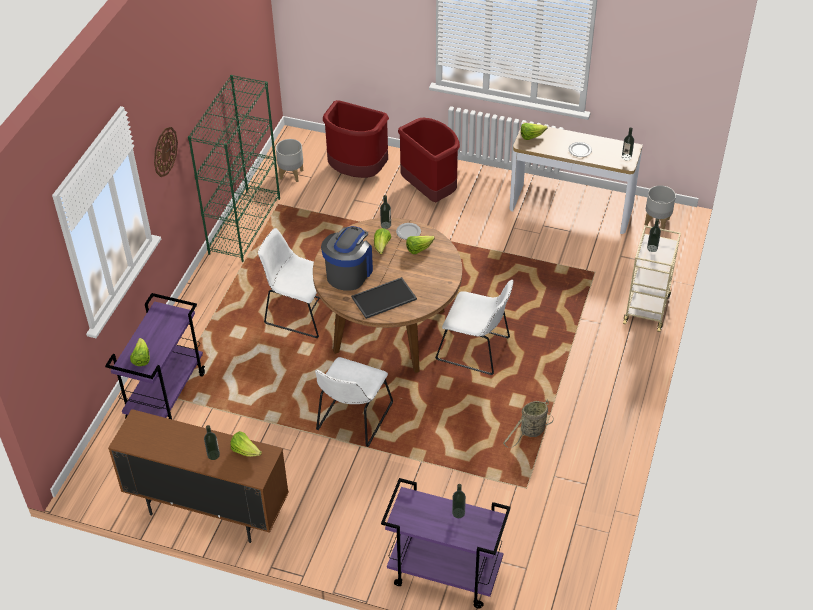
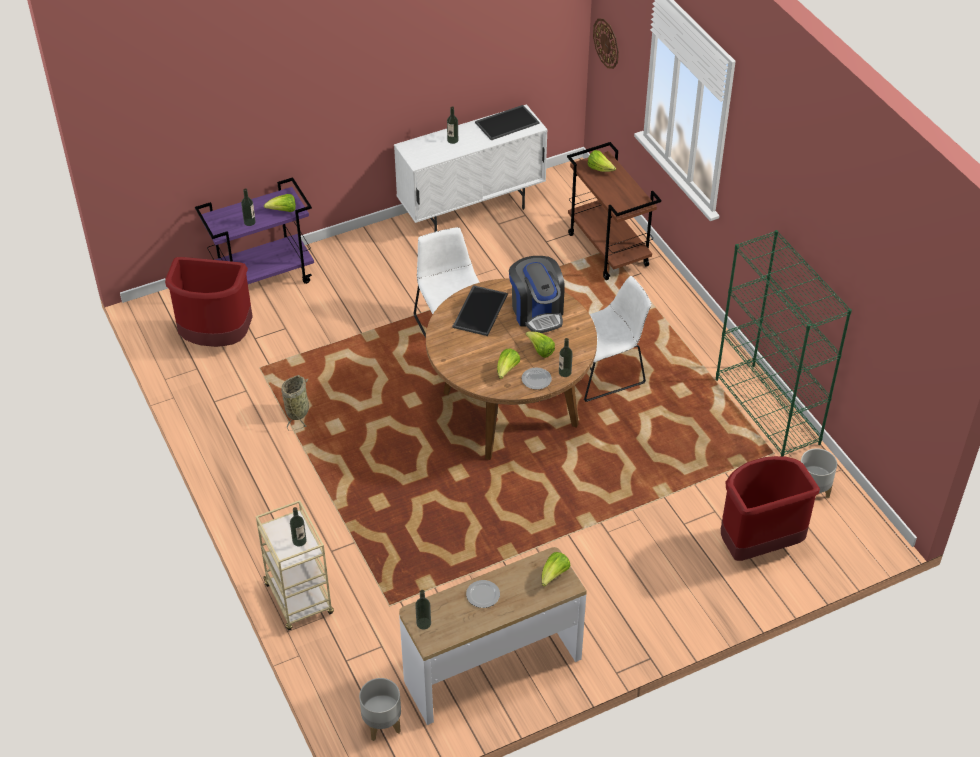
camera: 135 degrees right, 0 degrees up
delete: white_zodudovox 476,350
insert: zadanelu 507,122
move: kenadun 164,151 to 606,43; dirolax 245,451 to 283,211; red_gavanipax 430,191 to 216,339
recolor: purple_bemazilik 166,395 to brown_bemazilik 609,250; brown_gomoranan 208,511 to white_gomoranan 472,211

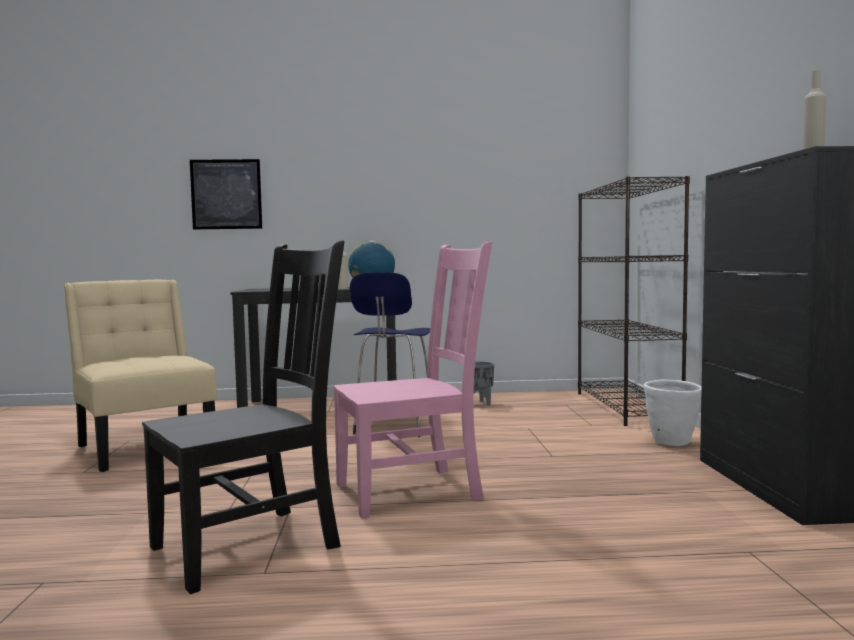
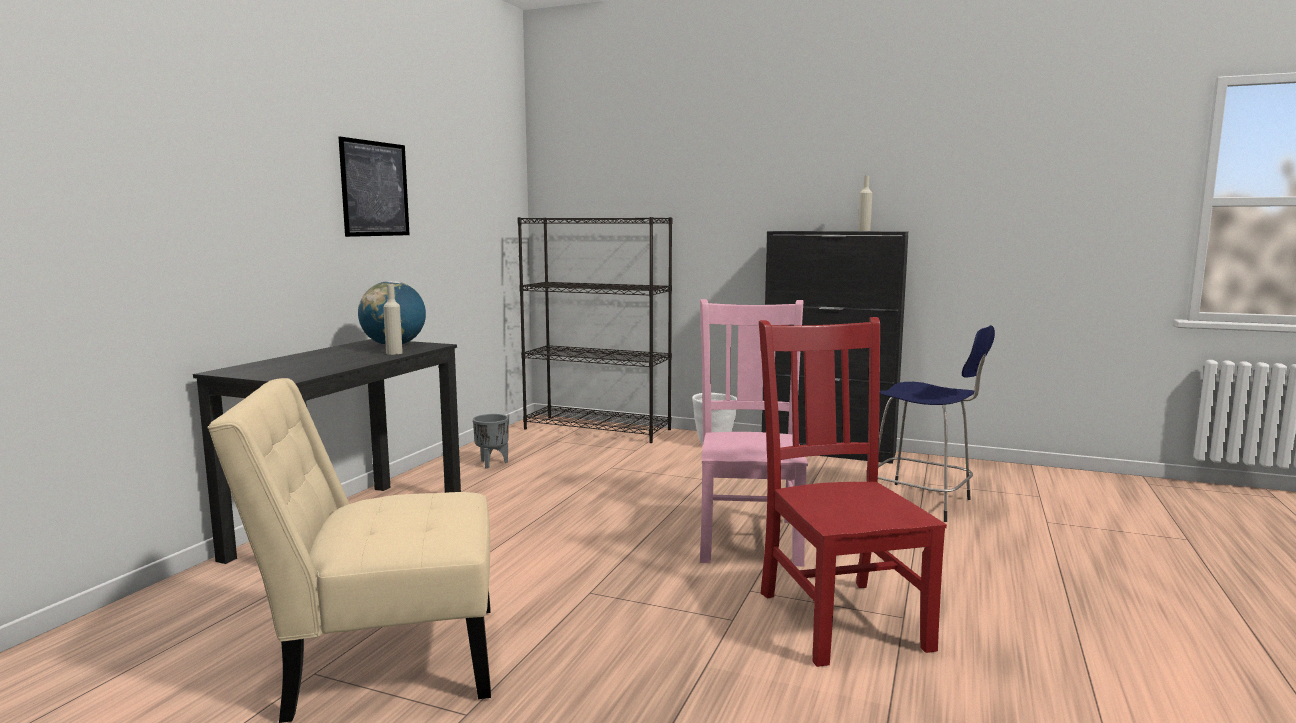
camera: 65 degrees left, 5 degrees up
move: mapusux 226,194 to 375,189; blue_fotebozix 394,428 to 923,503
recolor: black_zodudovox 252,545 to red_zodudovox 840,617

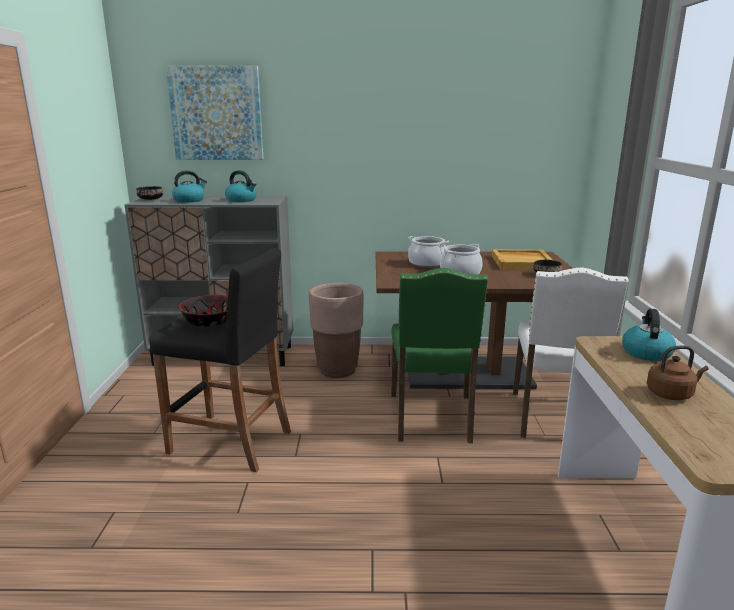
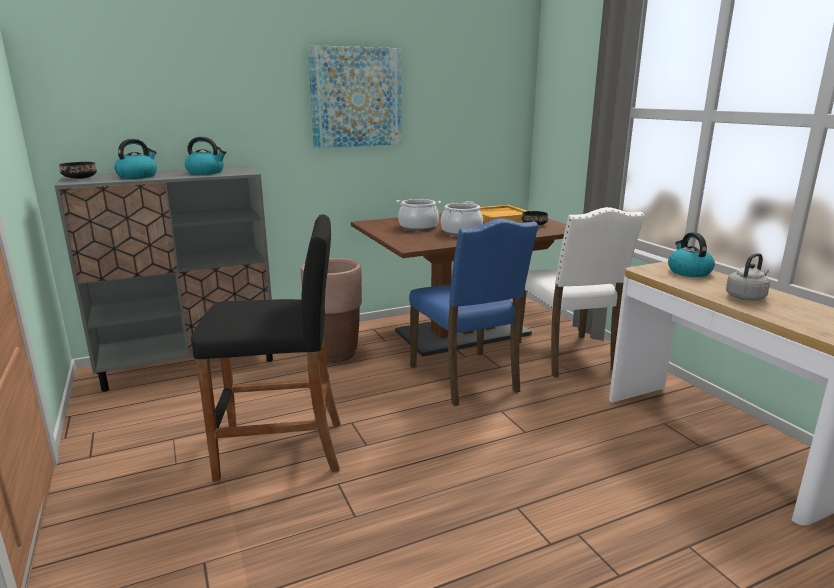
camera: 25 degrees left, 0 degrees up
delete: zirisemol 210,321
move: mapusux 216,113 to 356,97
recolor: green_zodudovox 432,418 to blue_zodudovox 467,379; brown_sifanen 671,394 to grey_sifanen 746,297

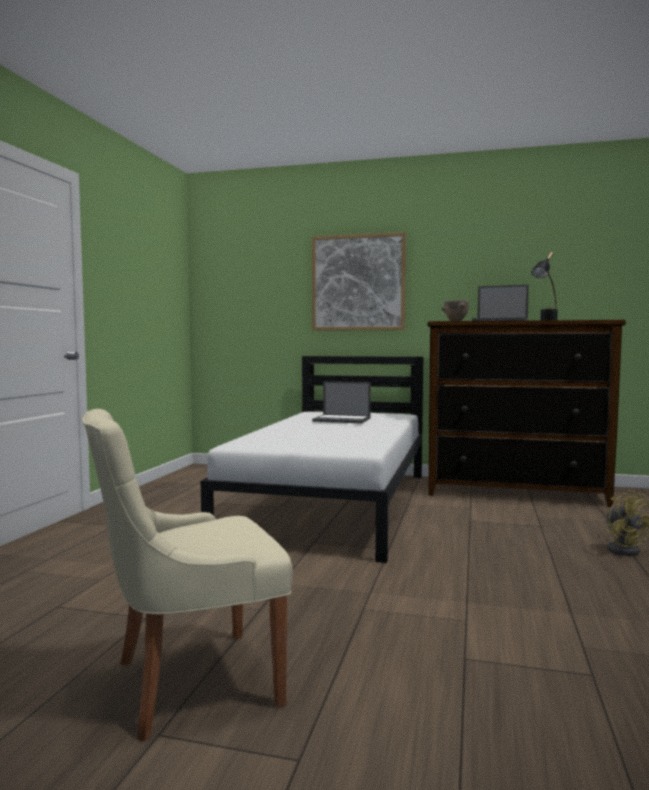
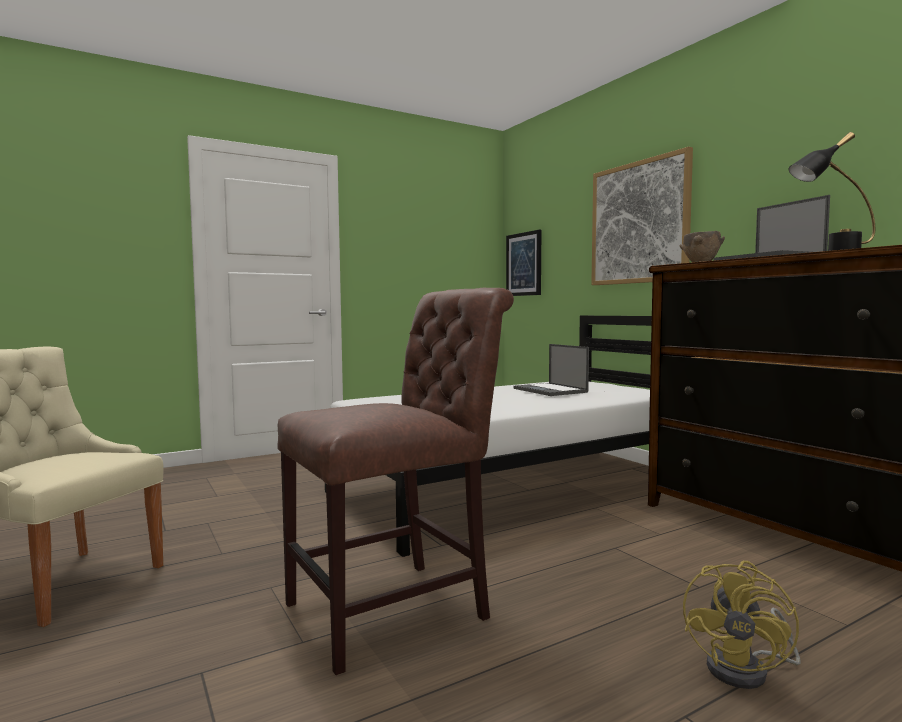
camera: 45 degrees right, 0 degrees up
insert: brown_zodudovox 397,608; mapusux 524,264

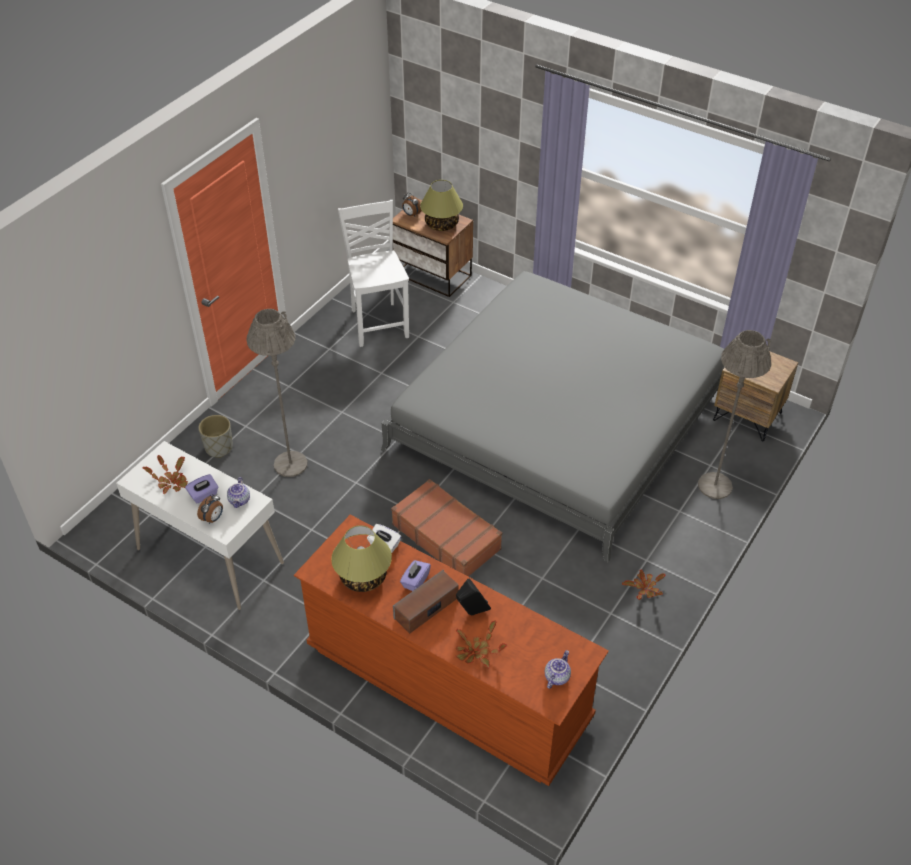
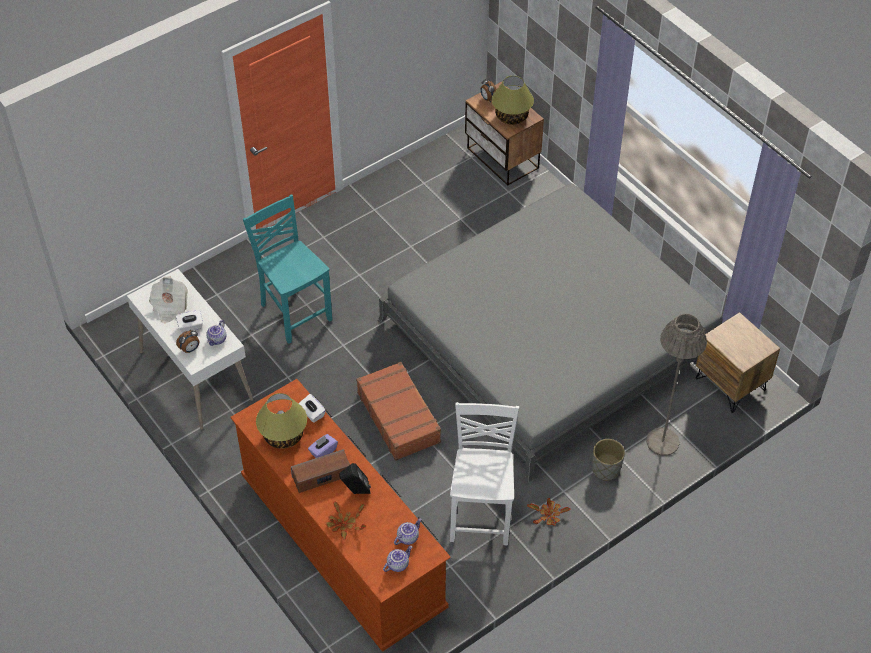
camera: 20 degrees right, 5 degrees up
insert: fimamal 407,537
move: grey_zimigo 219,447 to 606,469; white_zodudovox 378,323 to 481,514
replace: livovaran 171,482 to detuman 170,307; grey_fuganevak 290,464 to turquoise_zodudovox 294,312
recolor: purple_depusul 203,495 to white_depusul 191,326

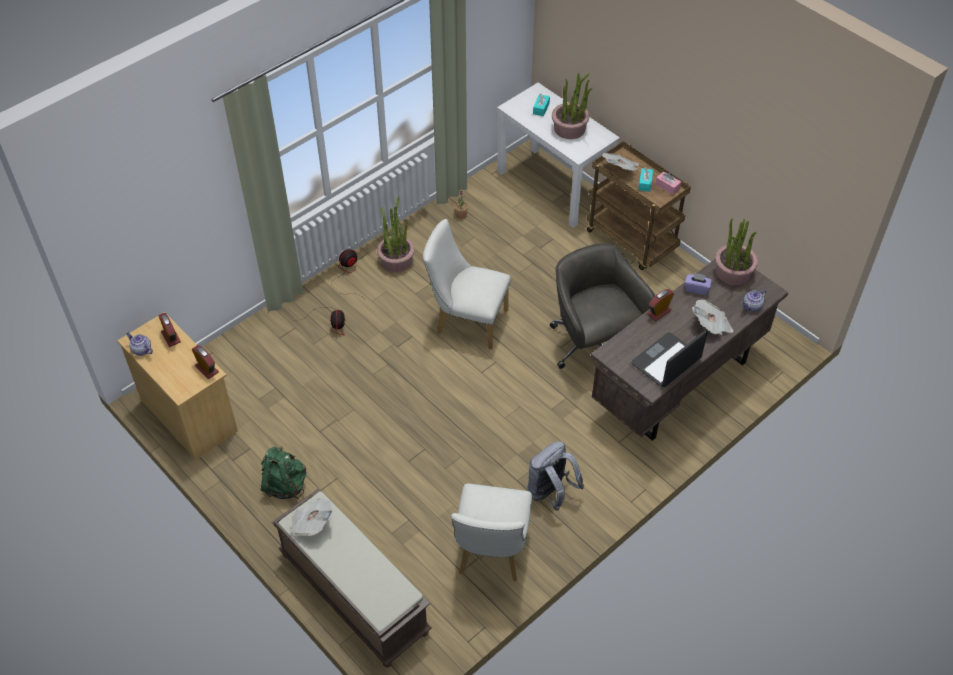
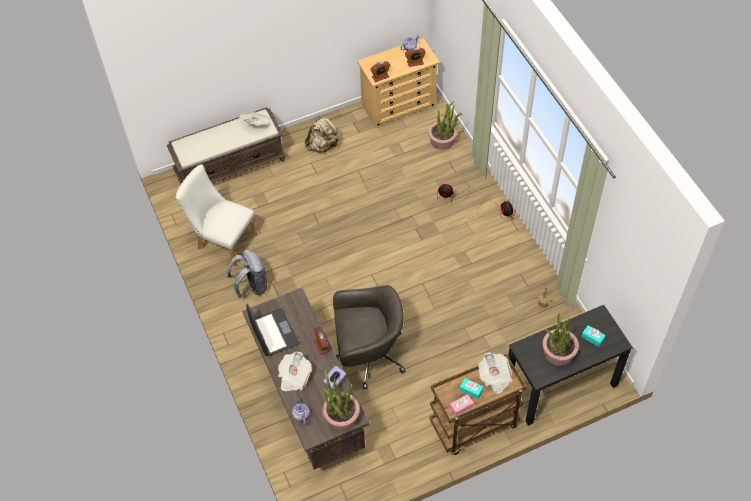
camera: 110 degrees right, 5 degrees up
delete: white_zodudovox 466,321
move: livovaran 396,260 to 442,140
recolor: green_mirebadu 285,485 to beige_mirebadu 323,145; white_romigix 553,187 to black_romigix 560,385

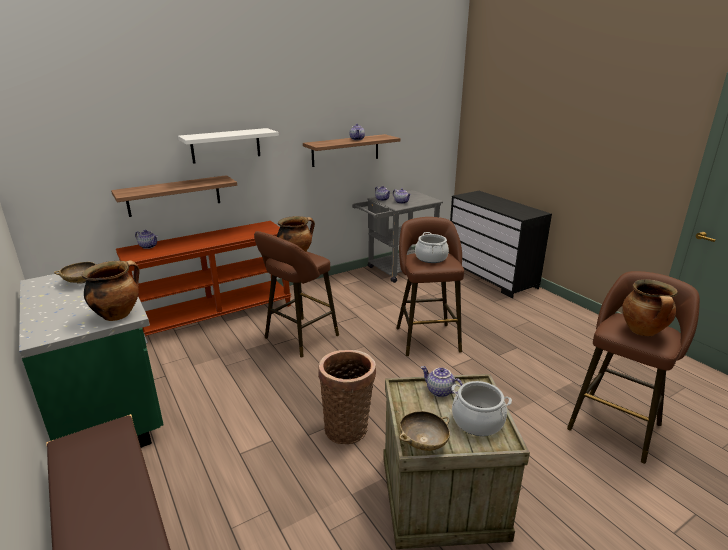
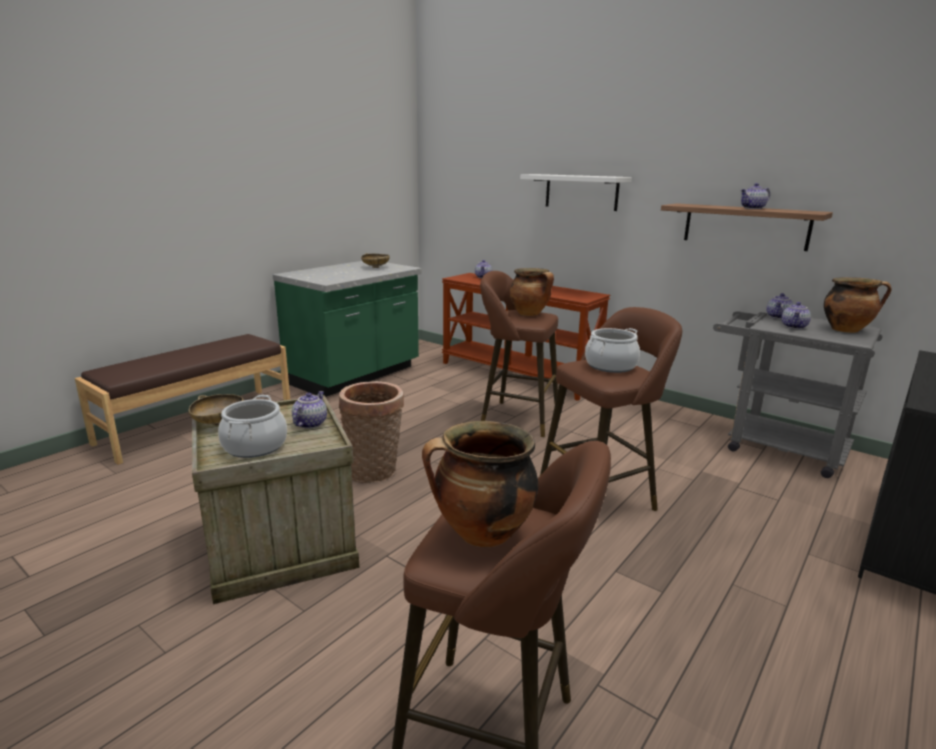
camera: 70 degrees right, 5 degrees down
delete: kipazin 174,196
move: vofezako 118,314 to 847,330

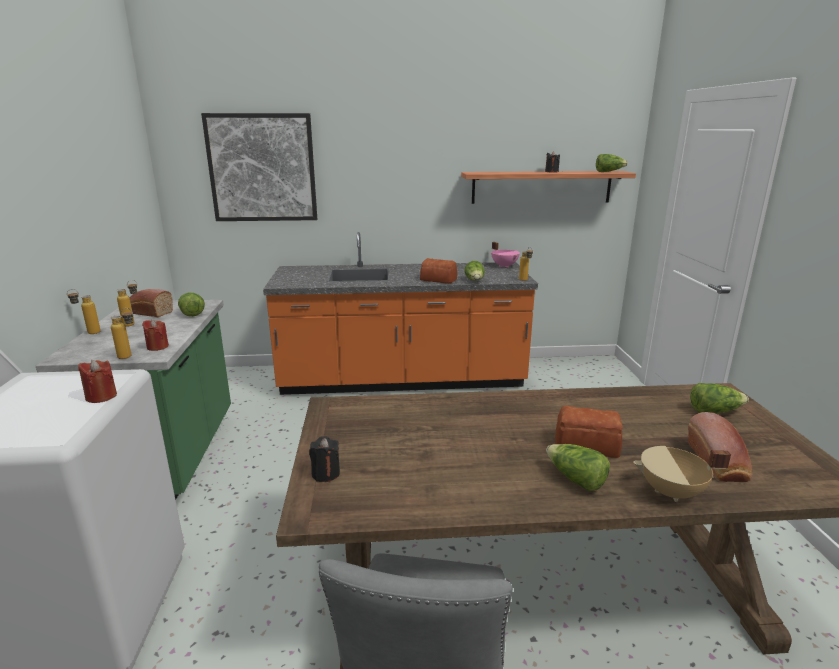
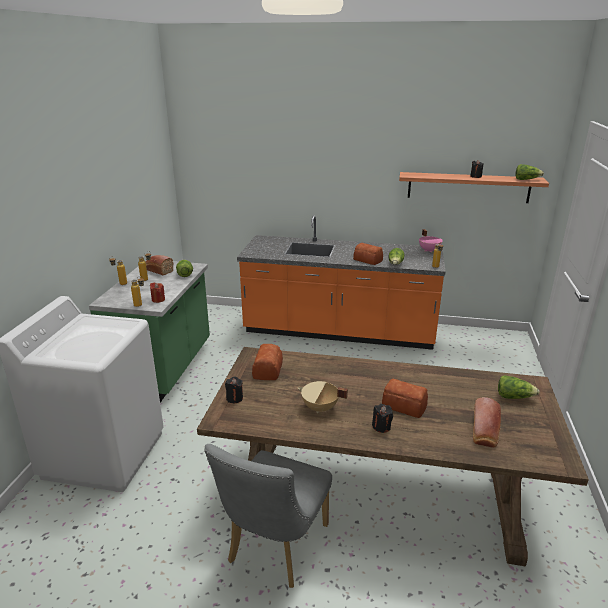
camera: 15 degrees right, 5 degrees up
delete: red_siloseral 101,396; mapusux 262,168
insert: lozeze 267,370
move: beige_vofezako 671,493 to 320,408
replace: dirolax 575,479 to black_siloseral 381,427

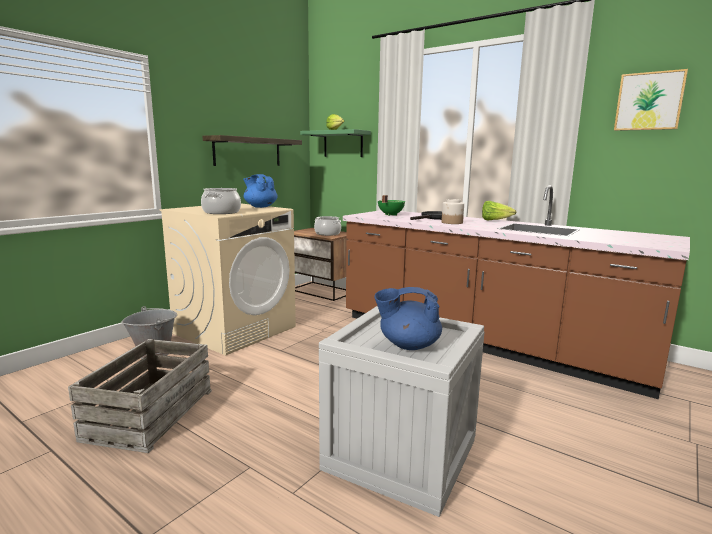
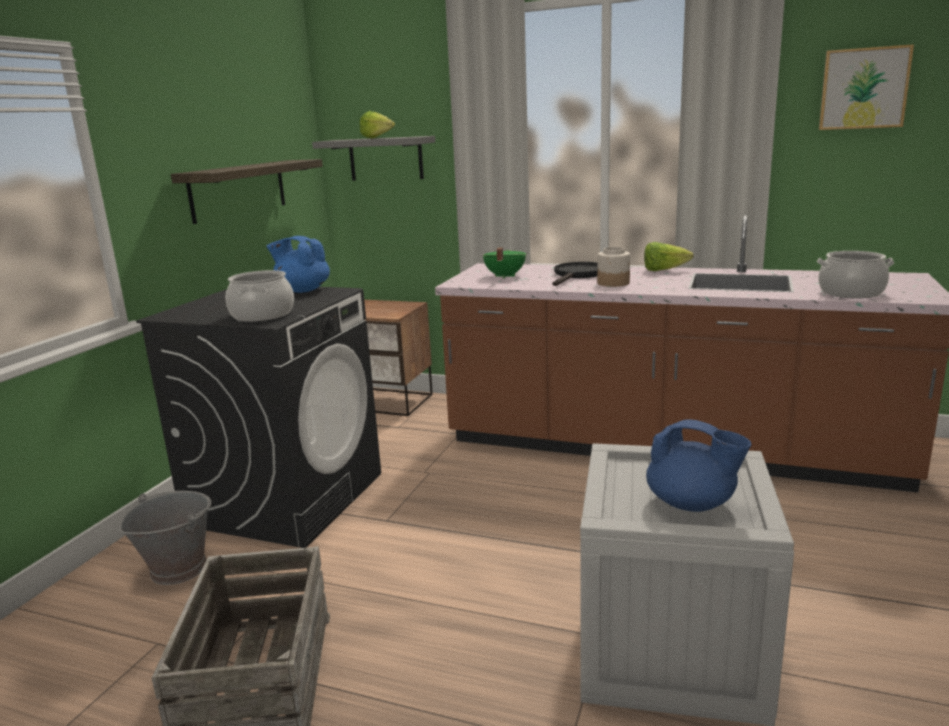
camera: 15 degrees left, 5 degrees up
move: vofezako 327,234 to 851,293
recolor: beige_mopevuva 235,330 to black_mopevuva 287,498; green_kipazin 343,144 to grey_kipazin 386,158
rotate: blue_fimamal 408,345 = 692,504 135 degrees counterclockwise

